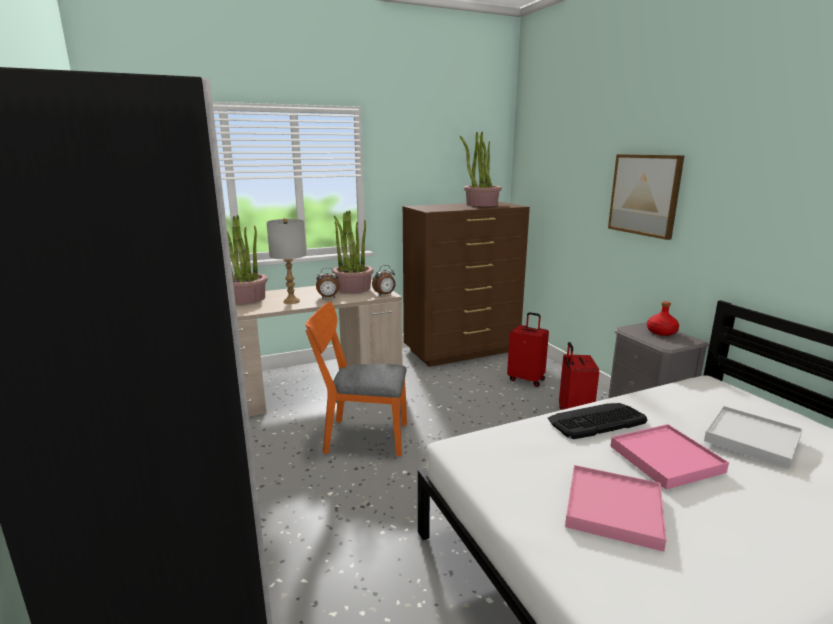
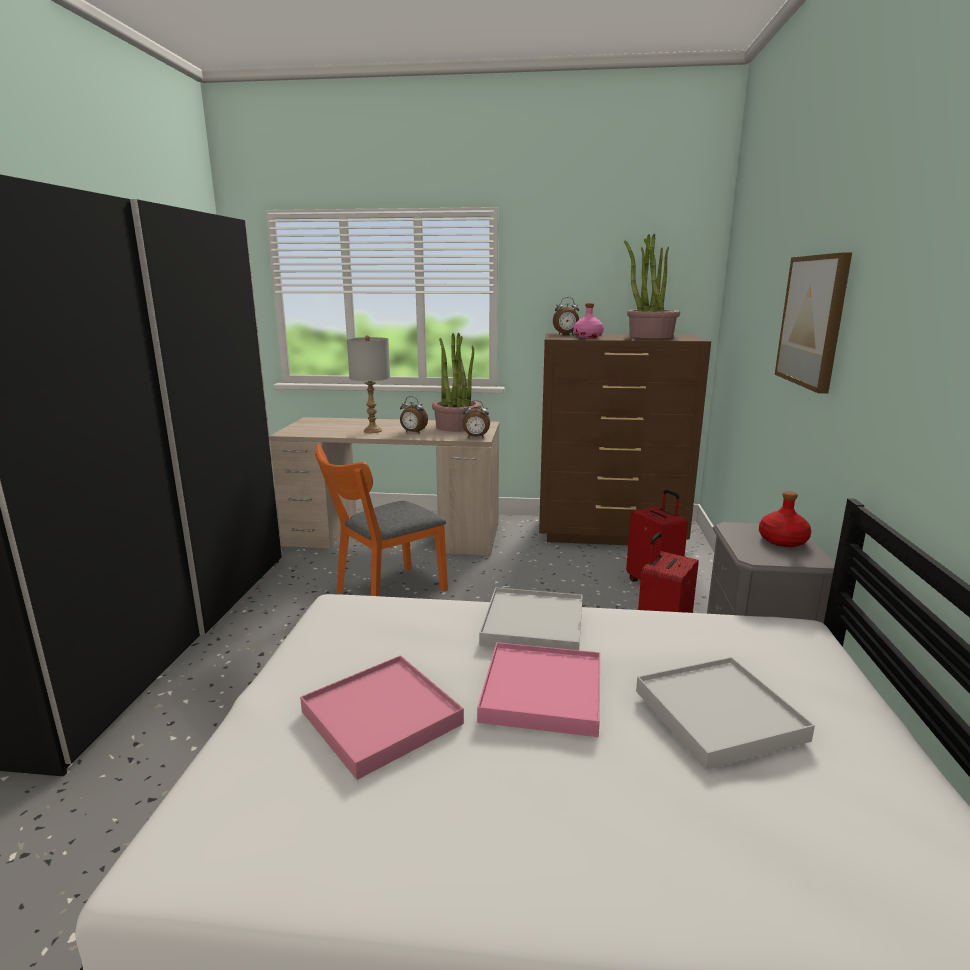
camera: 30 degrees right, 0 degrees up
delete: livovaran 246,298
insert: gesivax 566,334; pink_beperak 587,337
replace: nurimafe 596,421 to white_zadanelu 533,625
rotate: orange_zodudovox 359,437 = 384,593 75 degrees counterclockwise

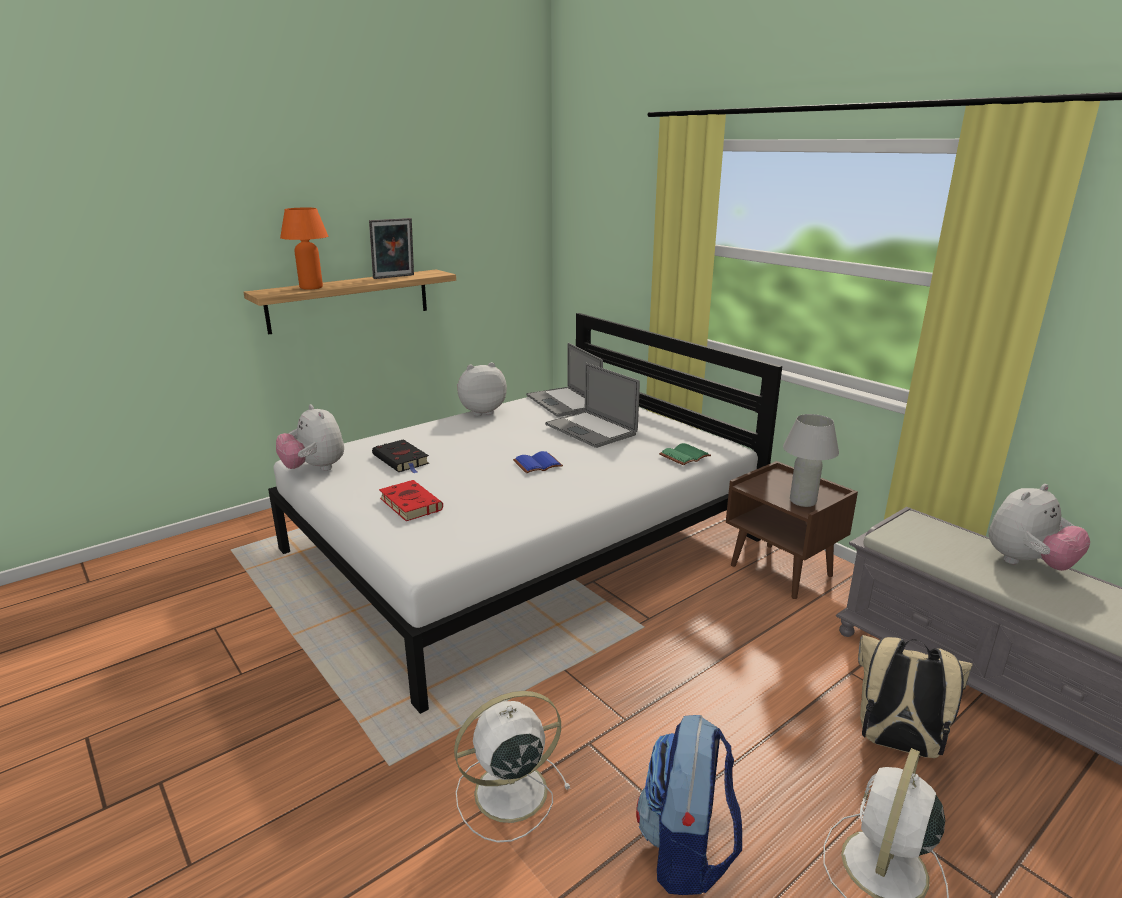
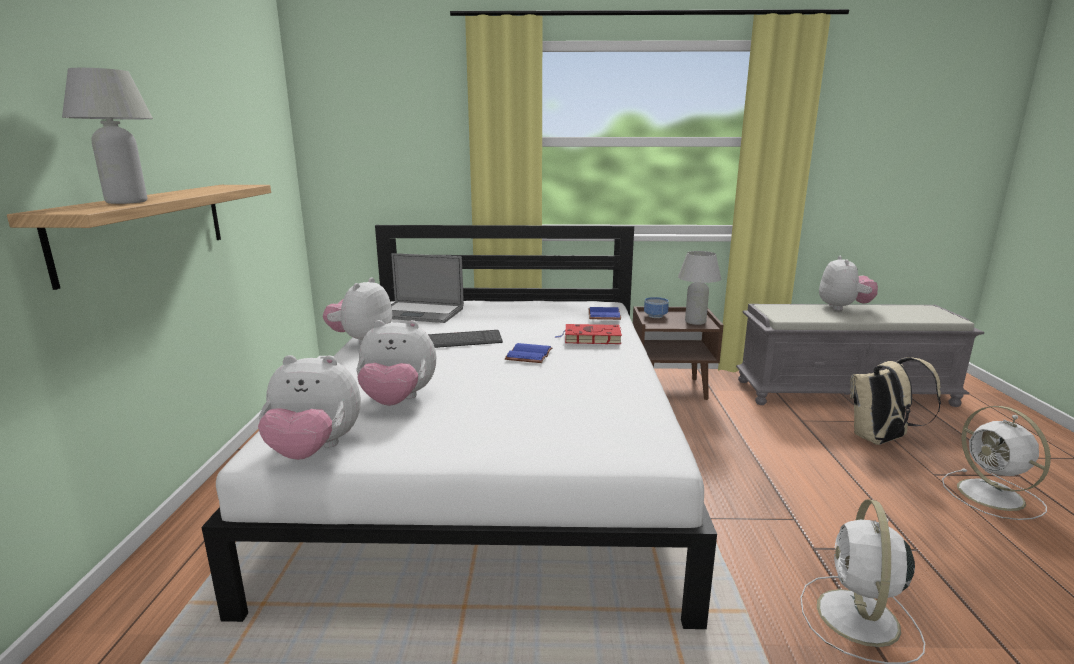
camera: 50 degrees left, 5 degrees down
delete: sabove 394,277; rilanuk 590,429; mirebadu 686,850
insert: nurimafe 464,341; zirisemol 656,316
move: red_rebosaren 409,503 to 590,338
replace: black_rebosaren 402,460 to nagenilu 398,401
recolor: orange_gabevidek 311,287 to white_gabevidek 126,202; green_rebosaren 684,455 to blue_rebosaren 603,315

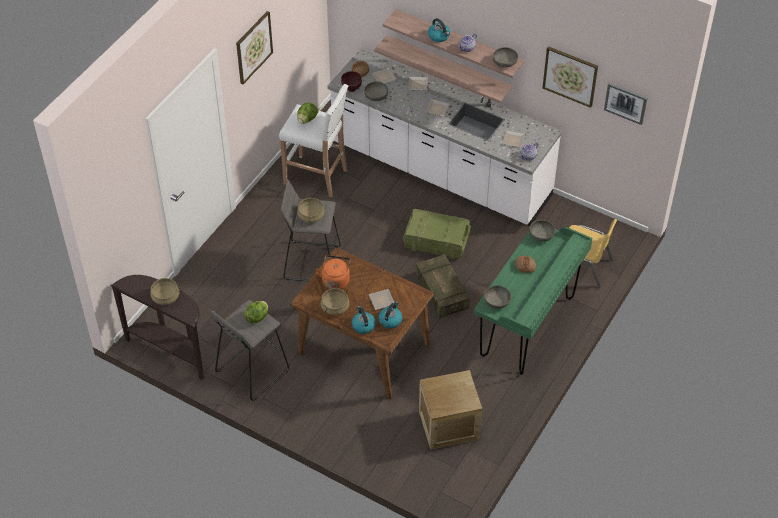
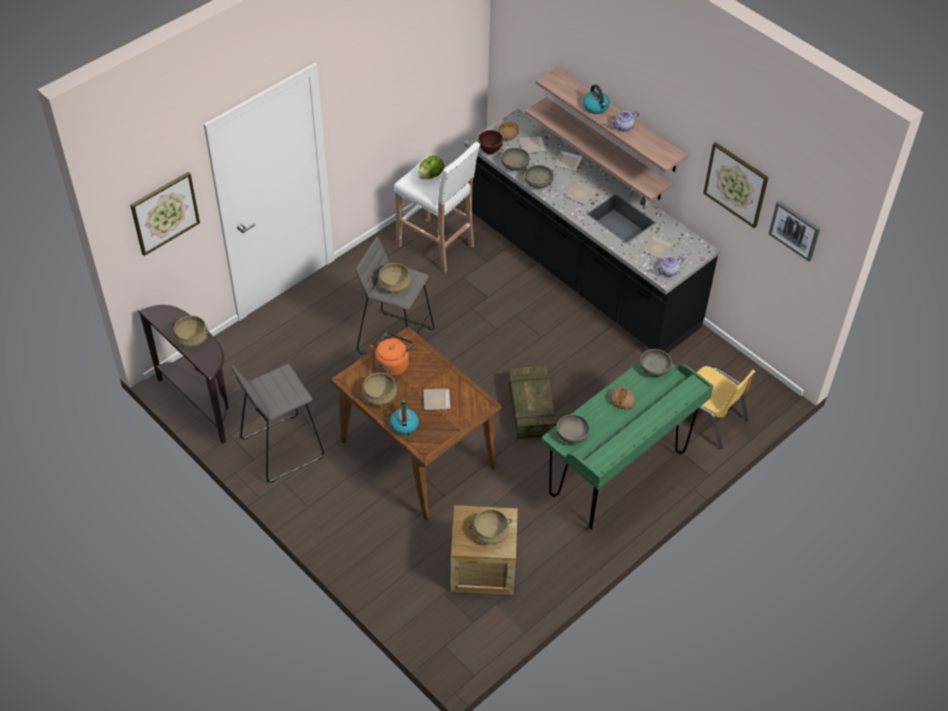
camera: 15 degrees right, 0 degrees up
delete: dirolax 257,317; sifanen 390,320; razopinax 435,241
insert: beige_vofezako 490,532
move: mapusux 253,47 to 164,213; grey_zirisemol 504,63 to 538,183
recolor: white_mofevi 440,171 to black_mofevi 579,271

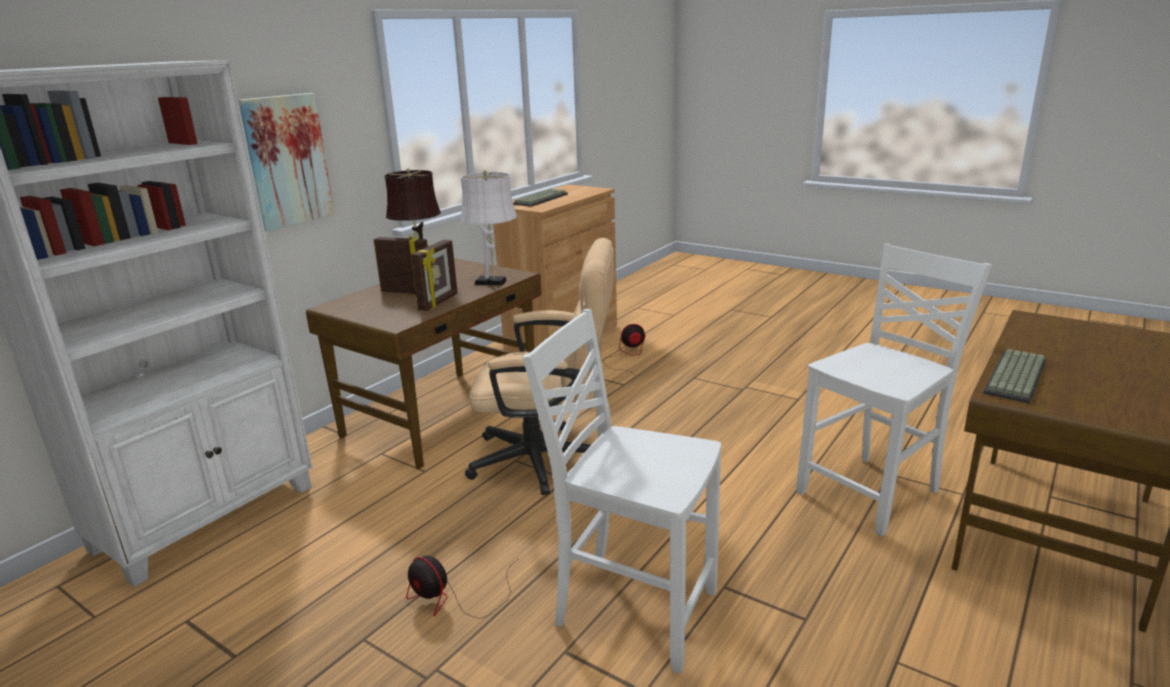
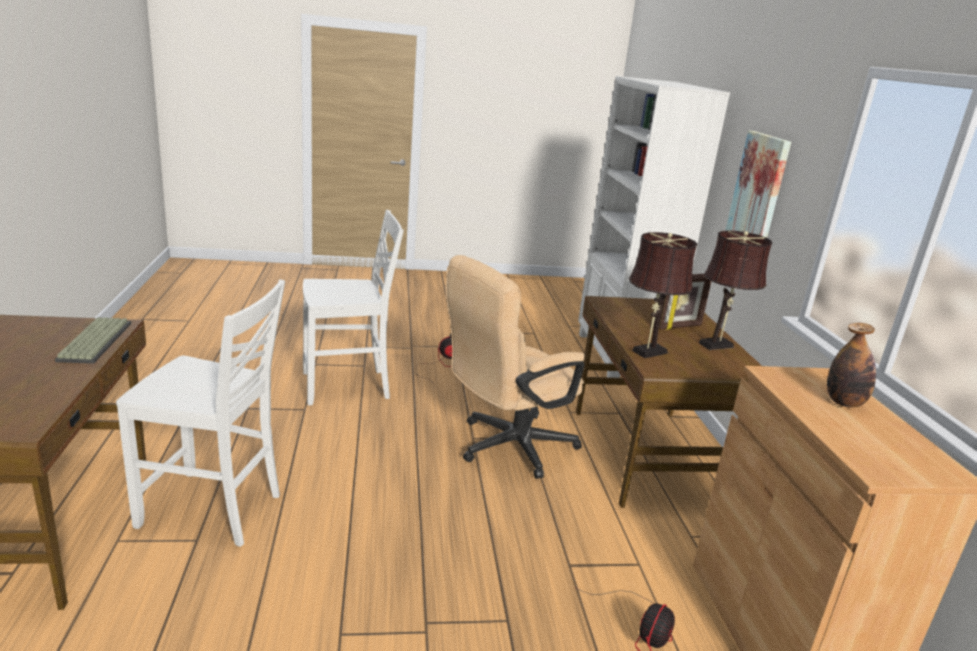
camera: 135 degrees right, 0 degrees up
delete: sabove 439,302
replace: nurimafe 540,199 to beperak 844,403
recolor: white_gabevidek 493,282 to brown_gabevidek 647,352
rotate: white_zodudovox 872,492 = 213,510 90 degrees counterclockwise

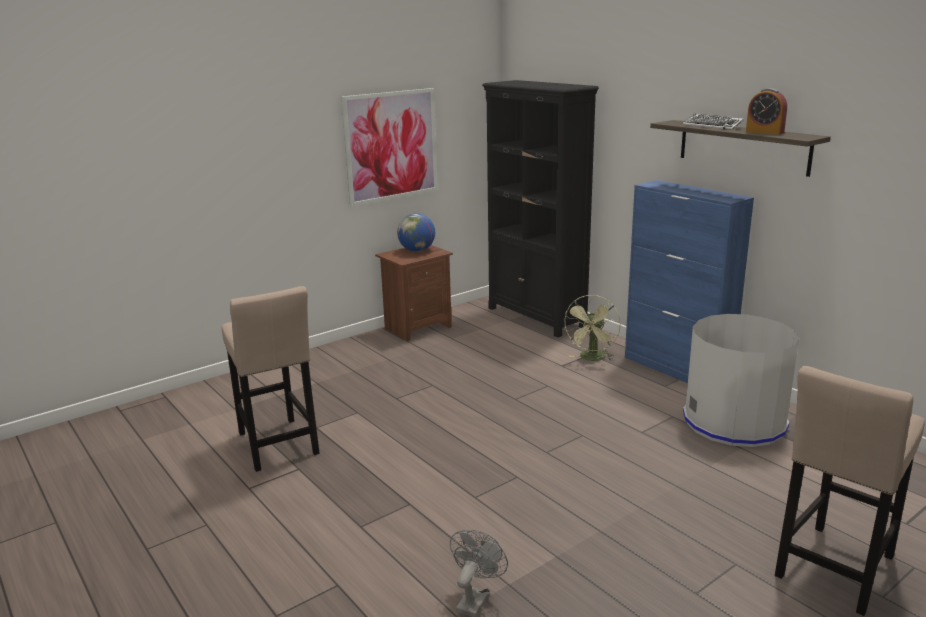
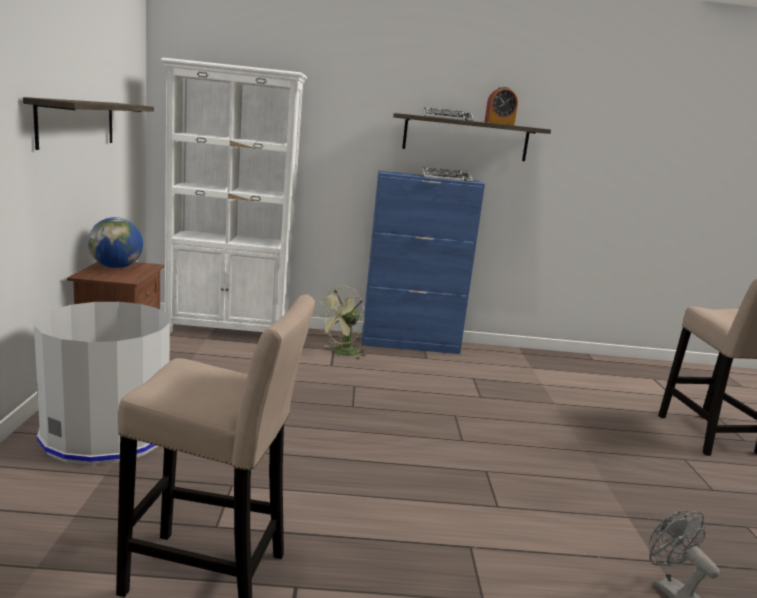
camera: 55 degrees left, 5 degrees down
insert: nurimafe 446,178
move: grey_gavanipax 734,421 to 107,433
replace: mapusux 391,146 to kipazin 77,123
recolor: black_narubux 536,317 to white_narubux 229,330
rotate: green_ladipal 592,359 = 342,353 75 degrees clockwise

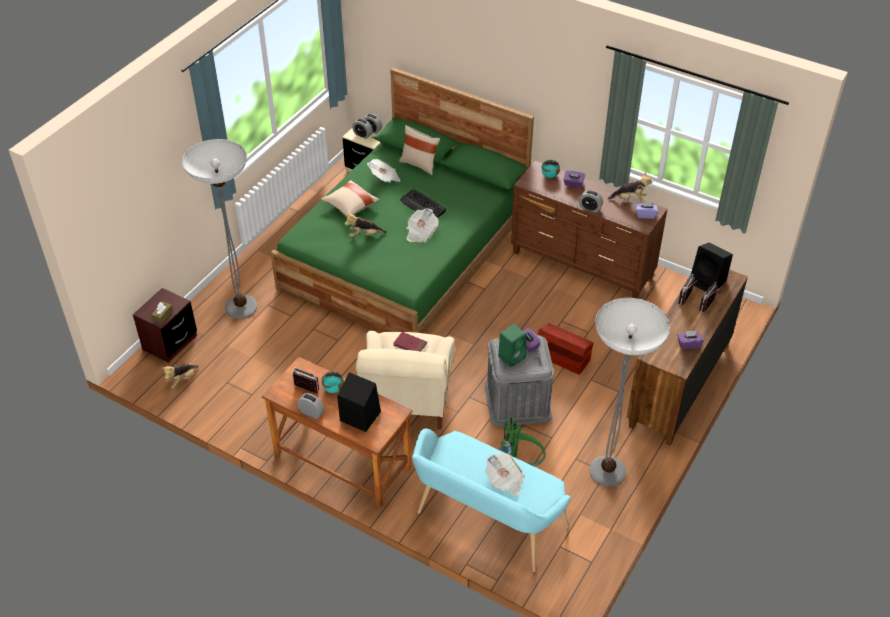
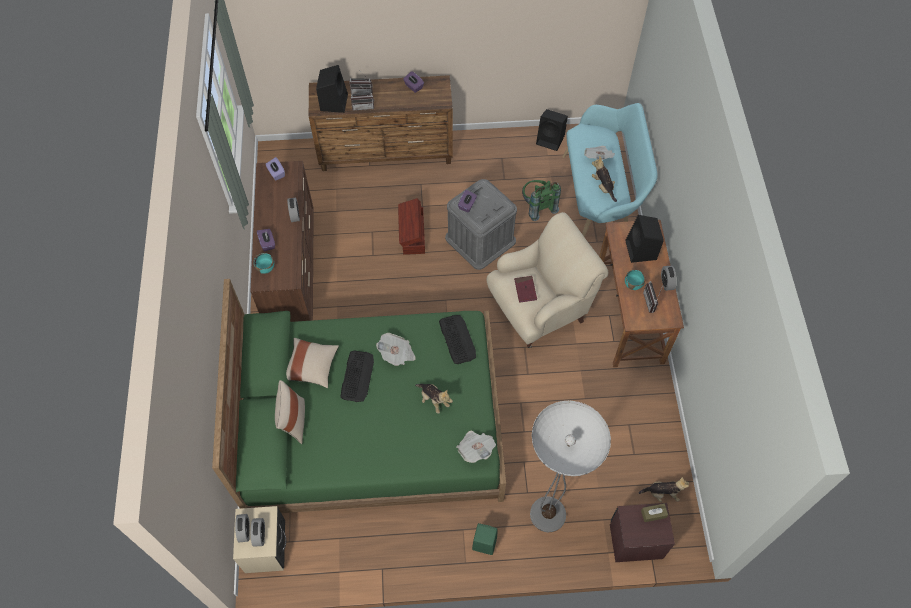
camera: 125 degrees left, 15 degrees up
delete: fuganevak 607,471
insert: nurimafe 457,339; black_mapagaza 551,139
move: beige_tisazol 350,206 to 311,367; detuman 384,178 to 475,449; green_mapagaza 512,356 to 483,543; nagenilu 630,200 to 603,187

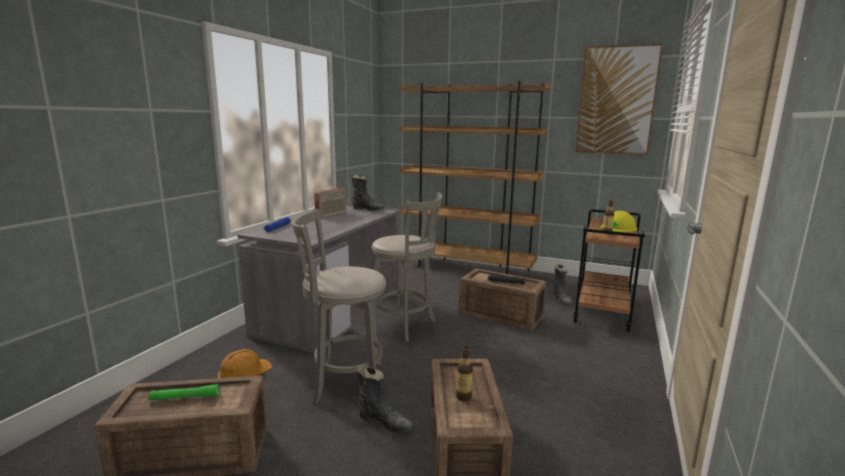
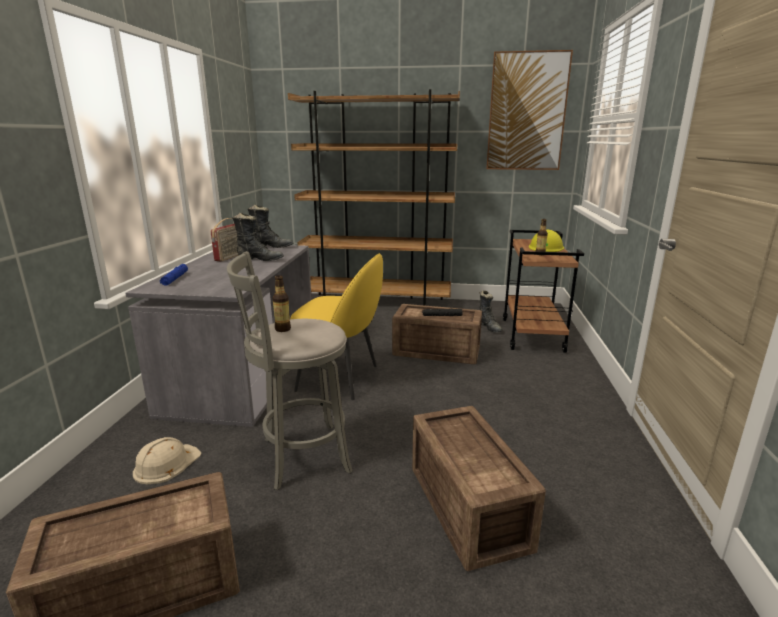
camera: 15 degrees left, 5 degrees up
delete: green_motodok 185,398
move: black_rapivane 384,422 to 260,259; beperak 463,397 to 283,329
replace: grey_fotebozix 405,326 to yellow_zodudovox 340,378
recolor: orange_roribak 244,371 to beige_roribak 166,464

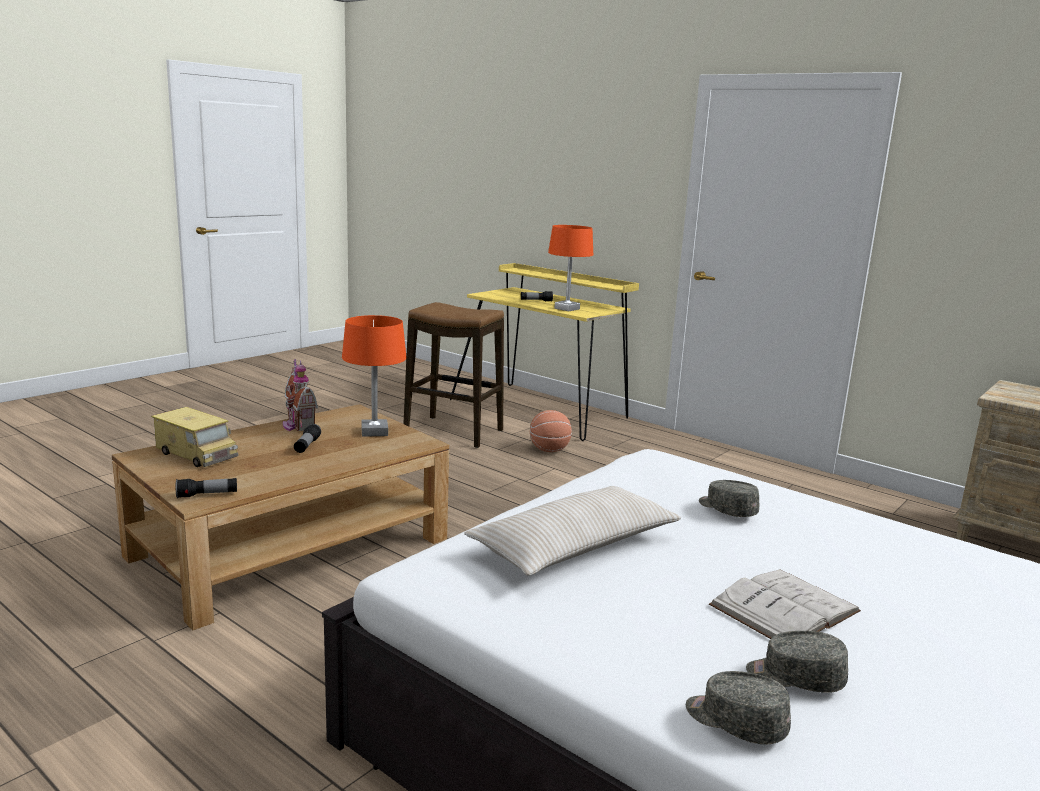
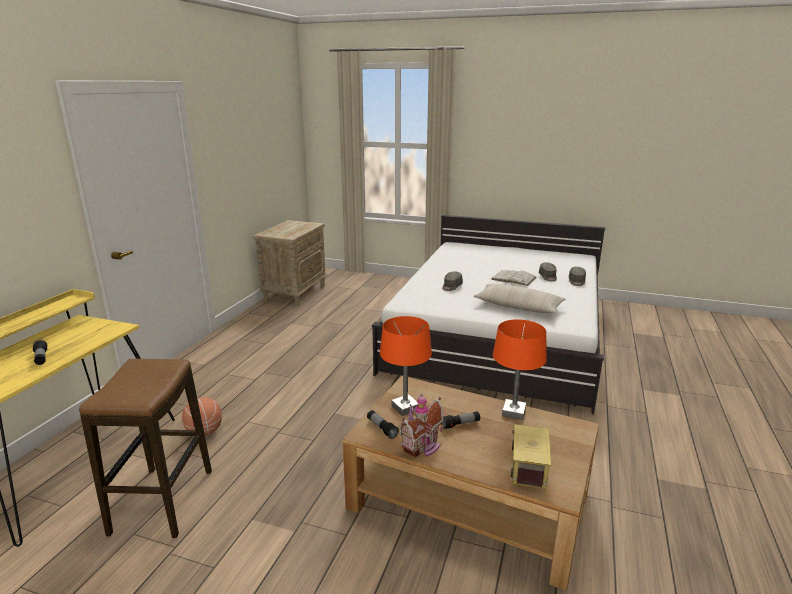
camera: 110 degrees left, 5 degrees up
move: motodok 207,495 to 382,428; orange_gabevidek 566,309 to 514,412

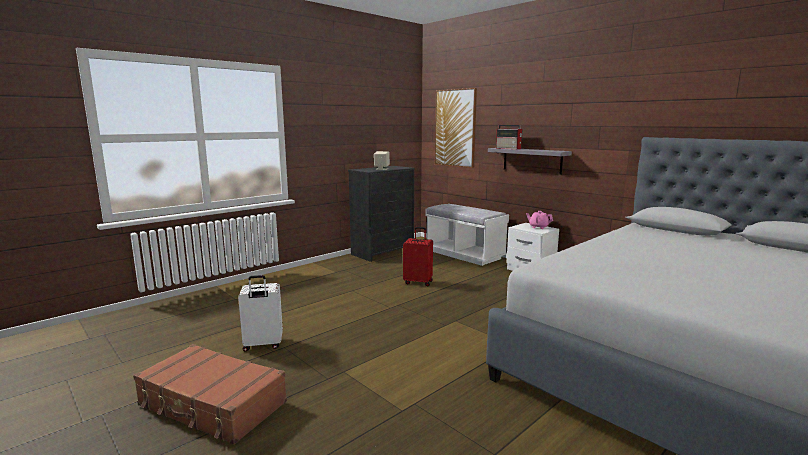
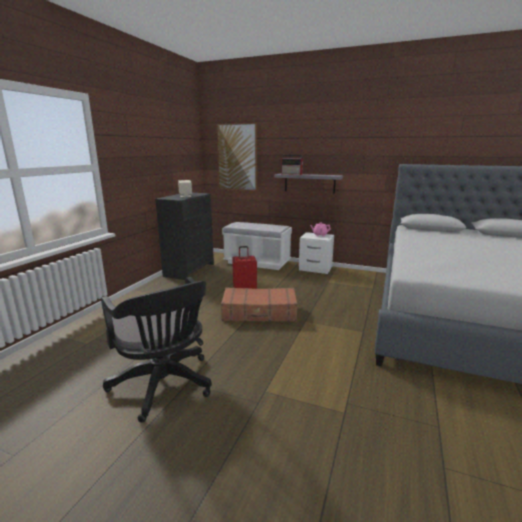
camera: 25 degrees left, 5 degrees up
move: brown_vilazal 212,405 to 259,313
replace: white_vilazal 263,345 to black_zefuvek 164,386

